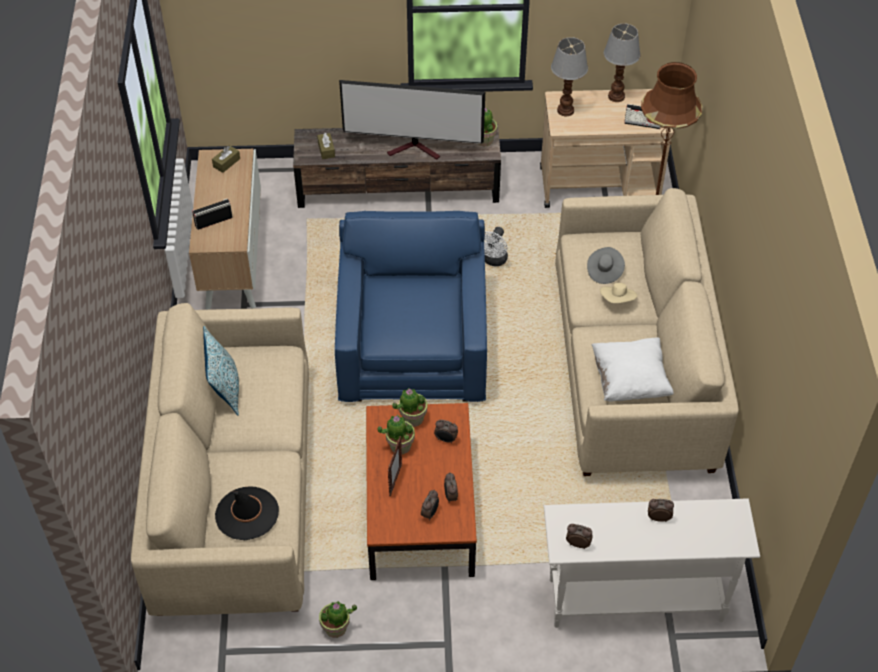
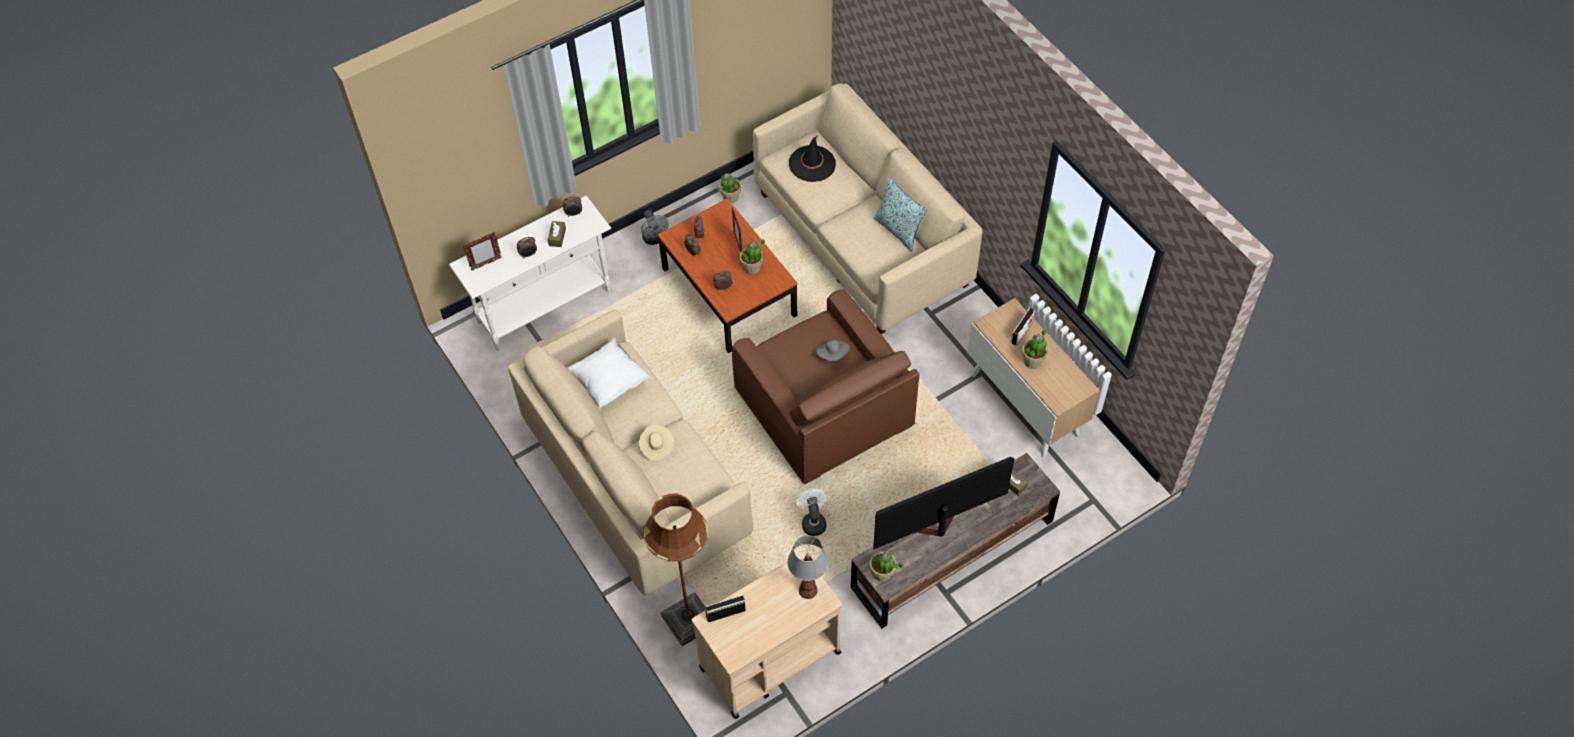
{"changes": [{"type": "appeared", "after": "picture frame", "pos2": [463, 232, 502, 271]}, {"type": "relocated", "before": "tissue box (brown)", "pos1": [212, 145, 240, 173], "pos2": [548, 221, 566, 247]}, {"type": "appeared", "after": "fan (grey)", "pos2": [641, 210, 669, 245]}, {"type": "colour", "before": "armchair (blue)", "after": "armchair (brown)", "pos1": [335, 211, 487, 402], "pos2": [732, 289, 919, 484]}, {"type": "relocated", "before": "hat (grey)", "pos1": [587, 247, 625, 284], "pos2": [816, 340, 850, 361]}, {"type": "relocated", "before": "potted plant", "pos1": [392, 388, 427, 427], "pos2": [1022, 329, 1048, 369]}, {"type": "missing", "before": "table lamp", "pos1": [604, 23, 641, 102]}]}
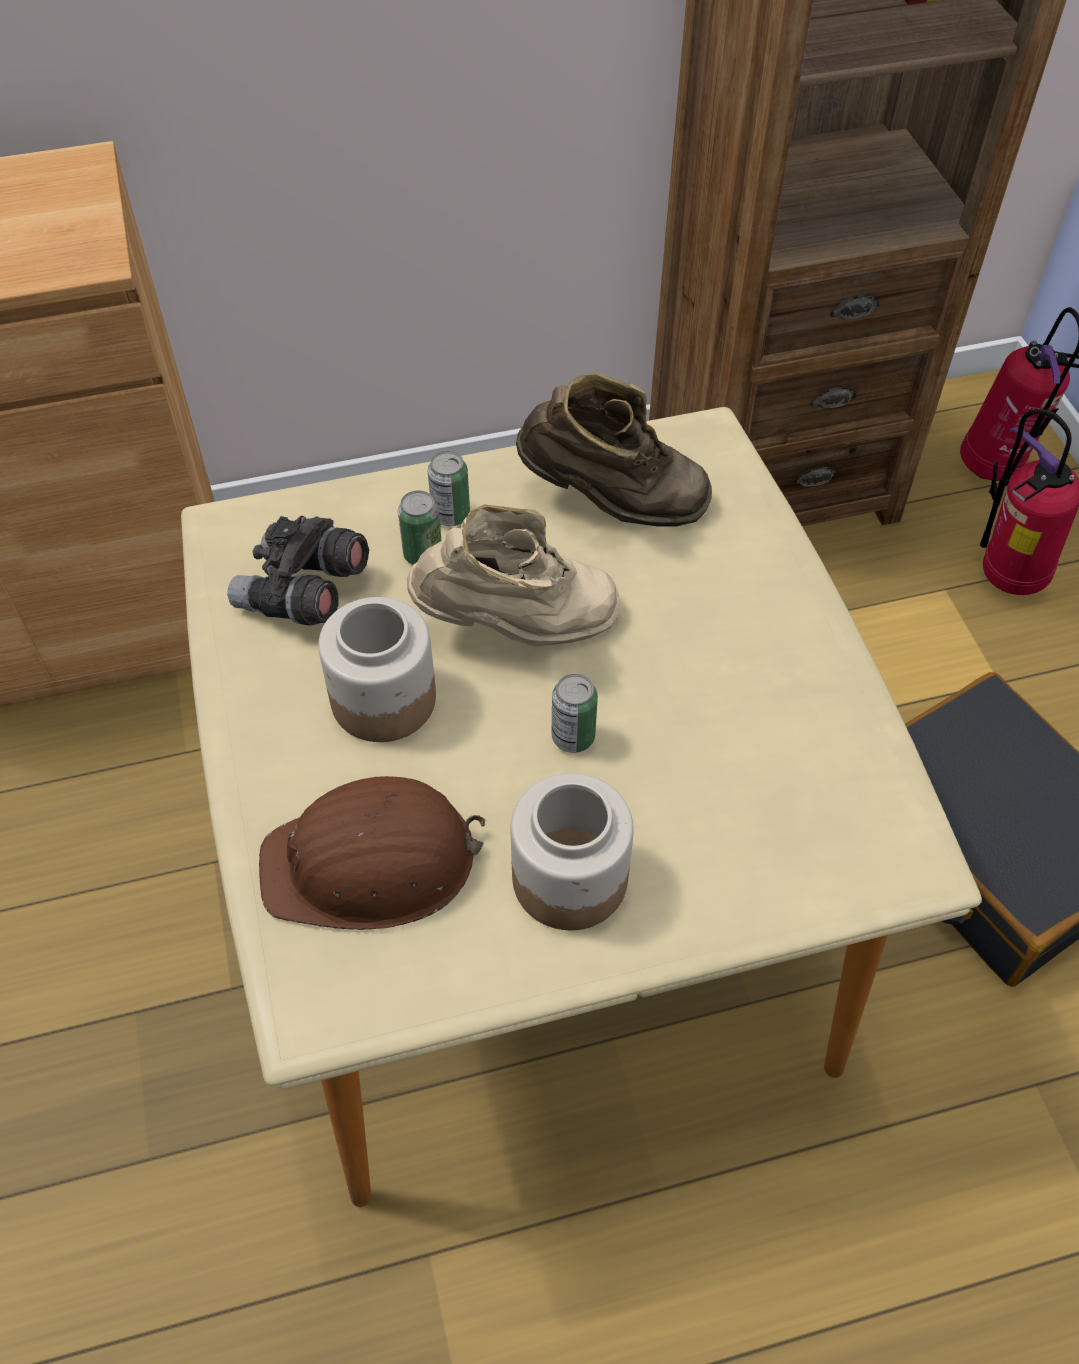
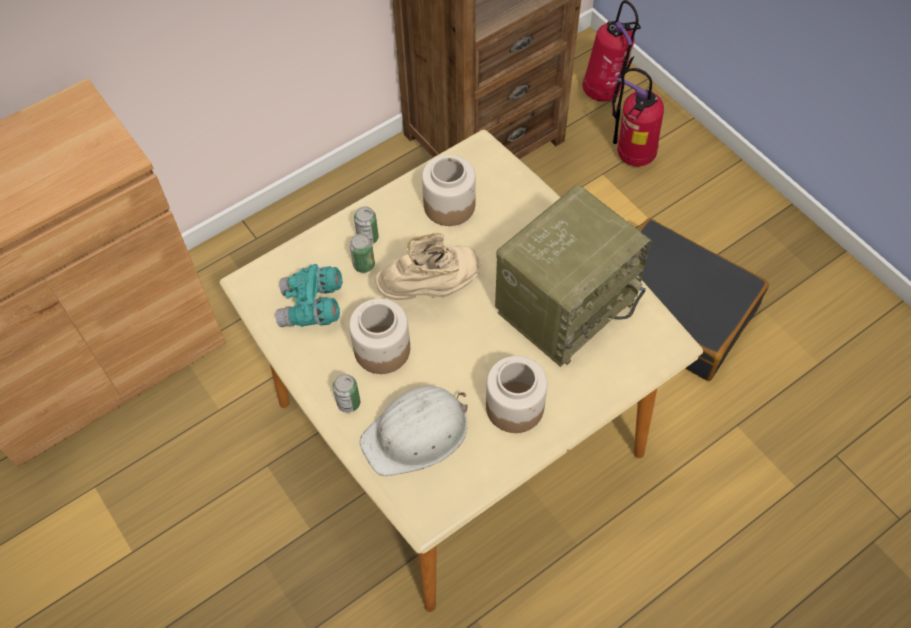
{"changes": [{"type": "colour", "before": "binoculars (grey)", "after": "binoculars (turquoise)", "pos1": [227, 516, 369, 626], "pos2": [276, 264, 343, 327]}, {"type": "relocated", "before": "can", "pos1": [552, 674, 598, 753], "pos2": [333, 374, 360, 413]}, {"type": "colour", "before": "hard hat (brown)", "after": "hard hat (white)", "pos1": [259, 776, 485, 930], "pos2": [360, 386, 468, 476]}, {"type": "exchanged", "before": "boot (brown)", "after": "jar", "pos1": [516, 372, 712, 527], "pos2": [422, 155, 476, 226]}, {"type": "appeared", "after": "radio", "pos2": [495, 185, 652, 367]}]}
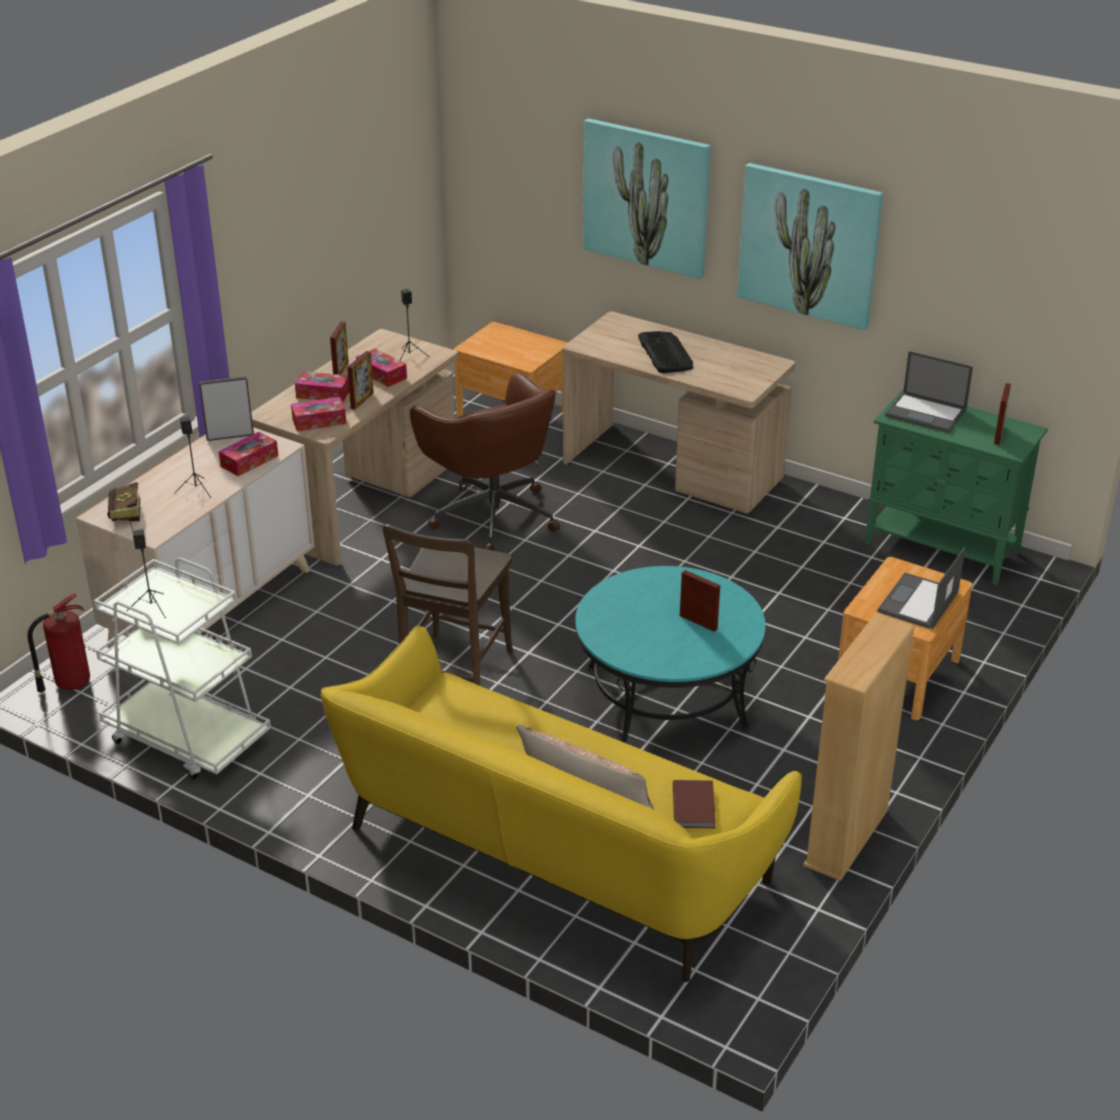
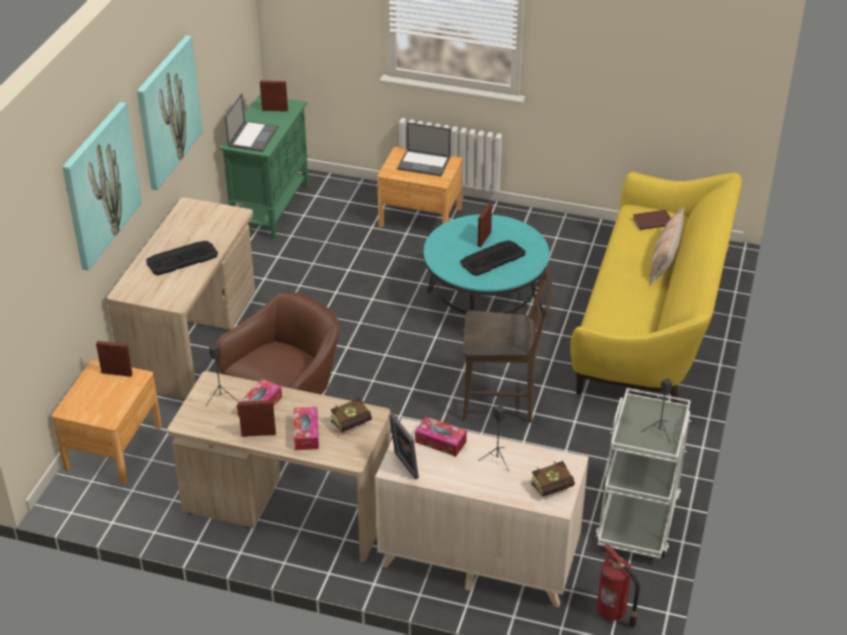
{"changes": [{"type": "relocated", "before": "picture frame", "pos1": [347, 351, 374, 410], "pos2": [96, 341, 133, 377]}, {"type": "exchanged", "before": "tissue box", "after": "book", "pos1": [291, 397, 346, 431], "pos2": [331, 397, 372, 432]}, {"type": "appeared", "after": "keyboard", "pos2": [460, 240, 526, 276]}, {"type": "missing", "before": "bookcase (beige)", "pos1": [803, 613, 915, 881]}]}
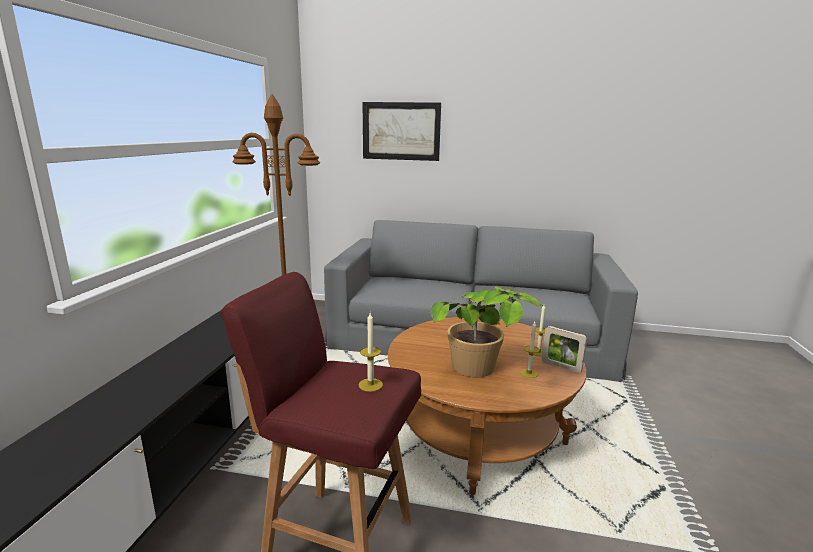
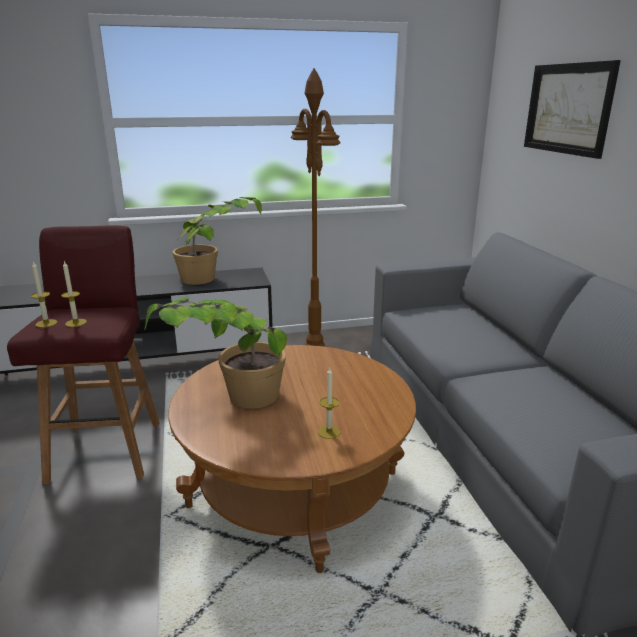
{"changes": [{"type": "relocated", "before": "candle", "pos1": [520, 322, 540, 378], "pos2": [31, 262, 57, 328]}, {"type": "appeared", "after": "potted plant", "pos2": [173, 197, 262, 285]}, {"type": "missing", "before": "picture frame", "pos1": [542, 326, 587, 373]}]}
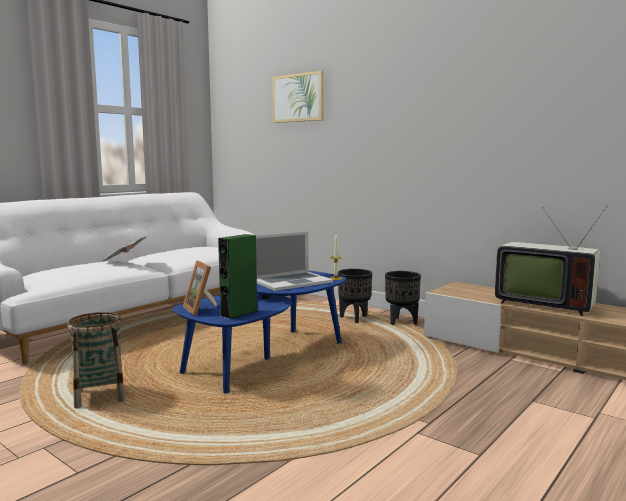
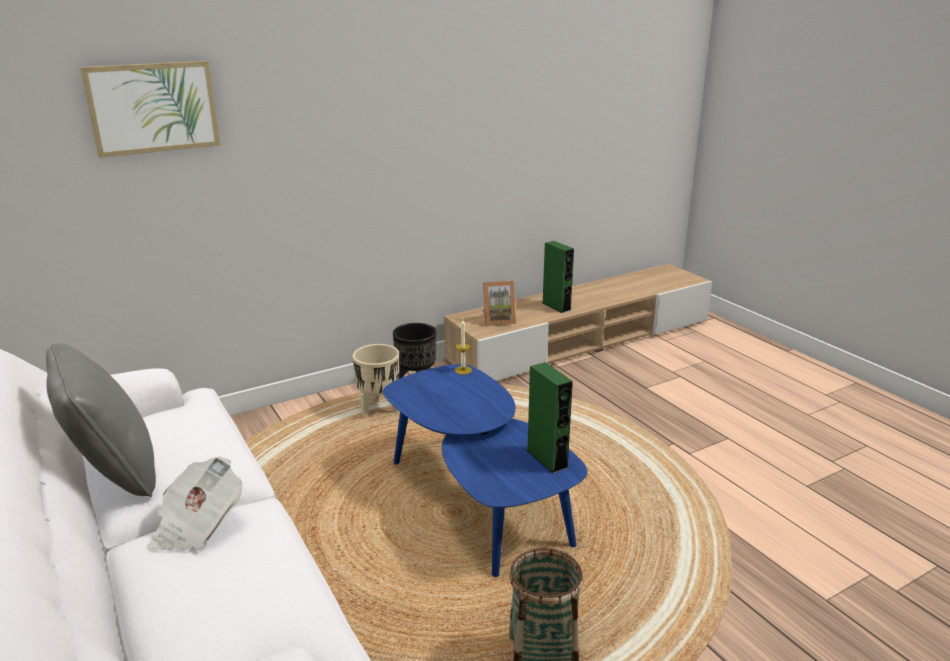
{"changes": [{"type": "appeared", "after": "pillow (grey)", "pos2": [46, 343, 156, 497]}, {"type": "colour", "before": "planter (black)", "after": "planter (beige)", "pos1": [338, 269, 372, 323], "pos2": [353, 344, 399, 418]}, {"type": "relocated", "before": "picture frame", "pos1": [183, 260, 217, 316], "pos2": [482, 281, 516, 326]}, {"type": "exchanged", "before": "television", "after": "speaker (green)", "pos1": [495, 206, 607, 316], "pos2": [543, 241, 574, 313]}, {"type": "missing", "before": "laptop", "pos1": [256, 232, 333, 291]}]}
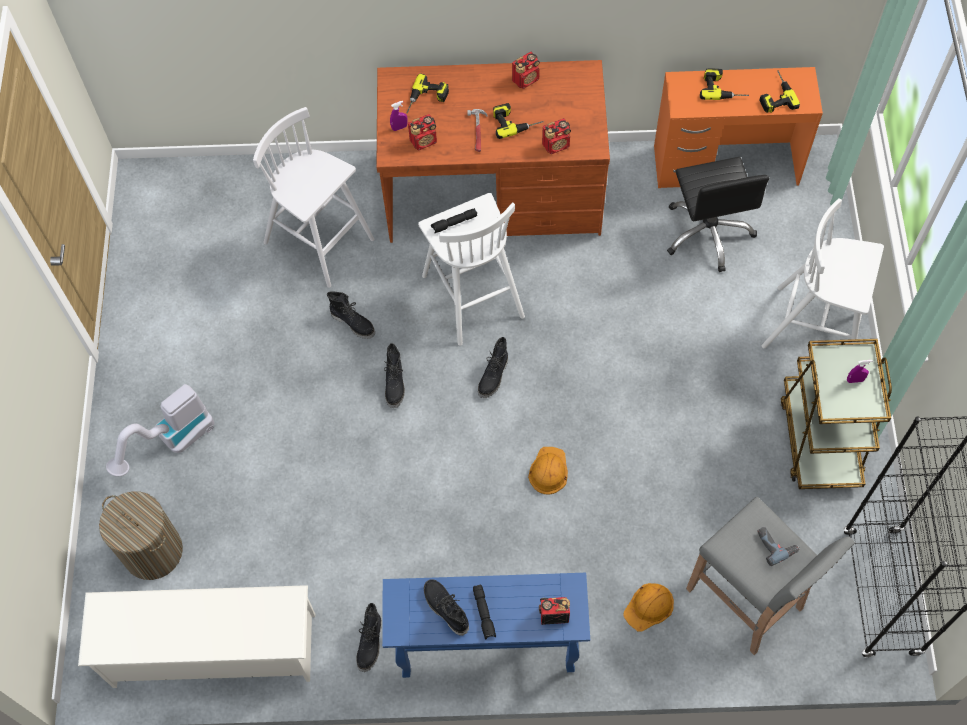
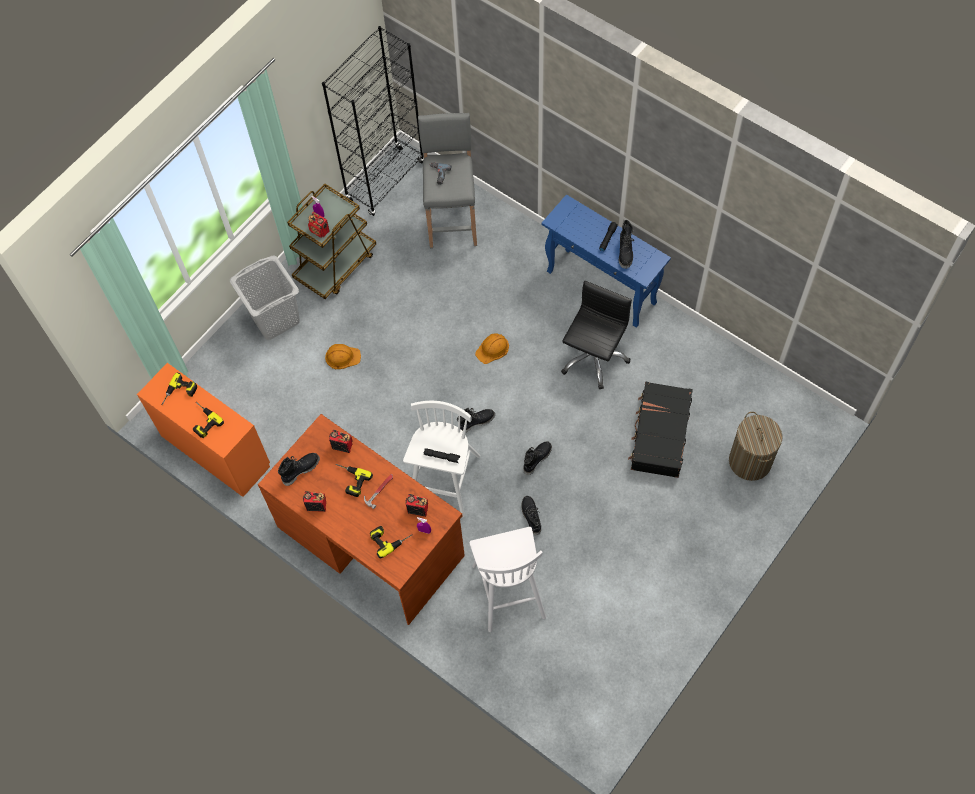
{"changes": [{"type": "exchanged", "before": "stool (white)", "after": "laundry basket (grey)", "pos1": [762, 198, 884, 348], "pos2": [230, 256, 300, 340]}, {"type": "relocated", "before": "boot (black)", "pos1": [356, 603, 382, 672], "pos2": [278, 453, 320, 486]}, {"type": "relocated", "before": "radio", "pos1": [539, 597, 570, 625], "pos2": [308, 212, 330, 238]}, {"type": "relocated", "before": "hard hat (orange)", "pos1": [623, 583, 674, 632], "pos2": [325, 344, 361, 369]}, {"type": "relocated", "before": "office chair (black)", "pos1": [667, 157, 770, 272], "pos2": [561, 281, 632, 389]}, {"type": "appeared", "after": "suitcase (black)", "pos2": [628, 382, 693, 478]}, {"type": "missing", "before": "shoe rack (white)", "pos1": [78, 585, 315, 688]}, {"type": "missing", "before": "vacuum cleaner", "pos1": [106, 384, 214, 476]}]}
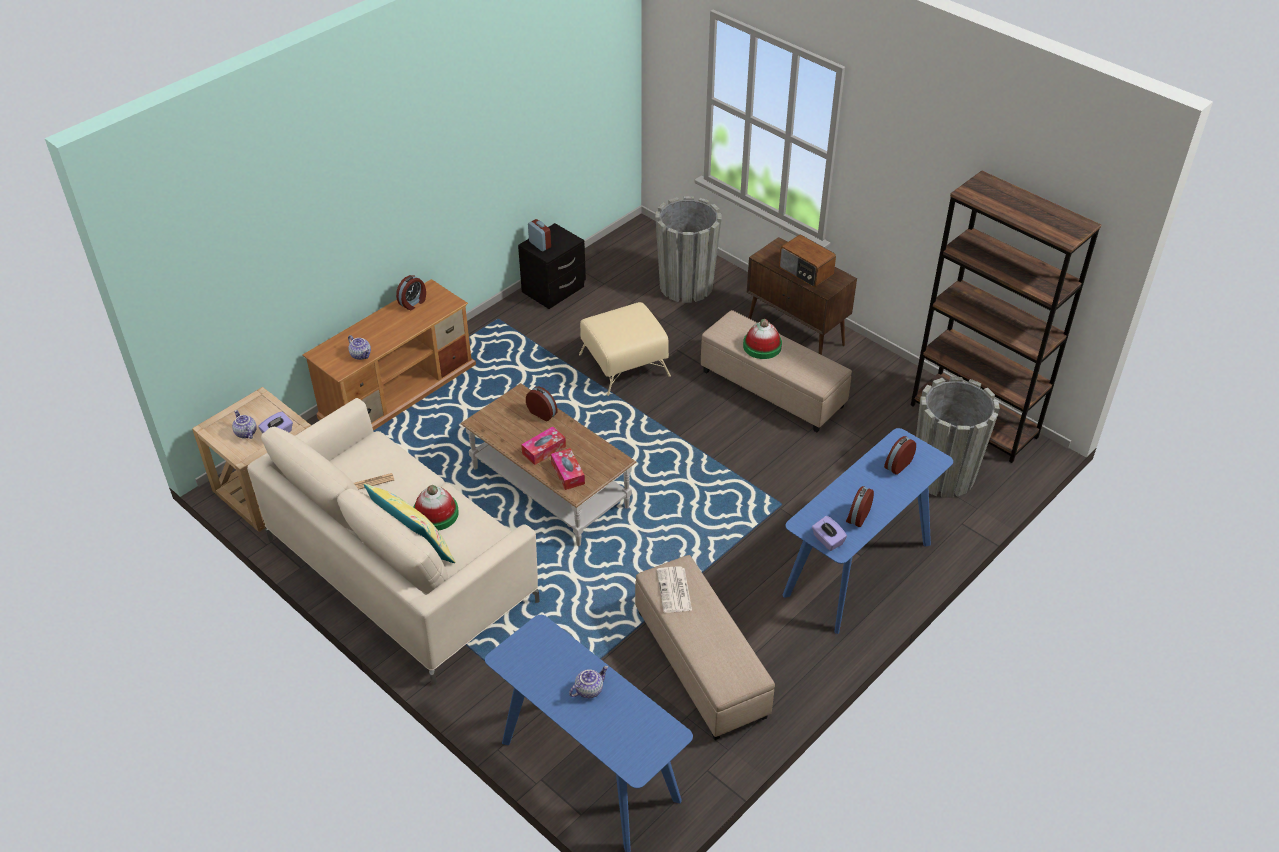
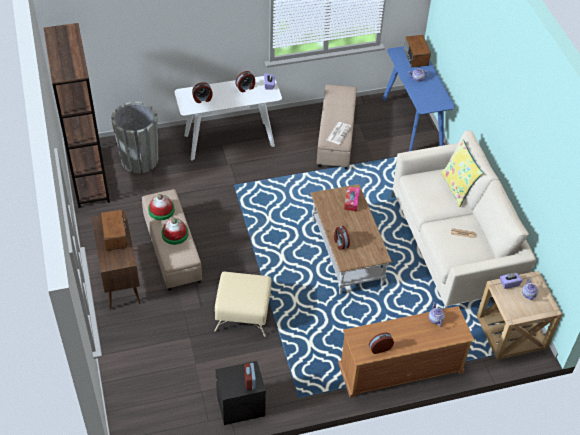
{"changes": [{"type": "relocated", "before": "hat", "pos1": [414, 485, 459, 531], "pos2": [148, 194, 175, 220]}, {"type": "colour", "before": "console table (blue)", "after": "console table (white)", "pos1": [783, 428, 953, 634], "pos2": [175, 76, 282, 161]}, {"type": "appeared", "after": "radio", "pos2": [404, 35, 431, 67]}, {"type": "missing", "before": "tissue box", "pos1": [521, 426, 566, 465]}, {"type": "missing", "before": "planter (grey)", "pos1": [655, 196, 722, 303]}]}
